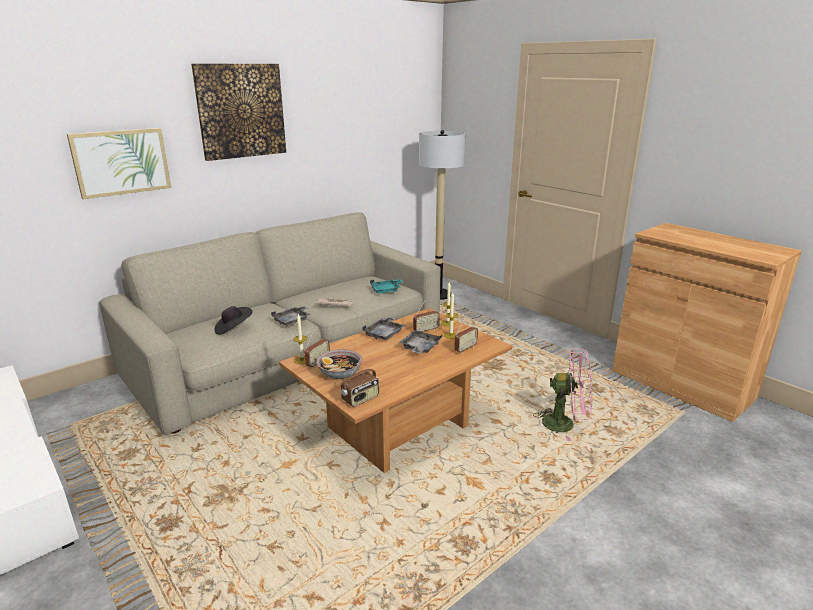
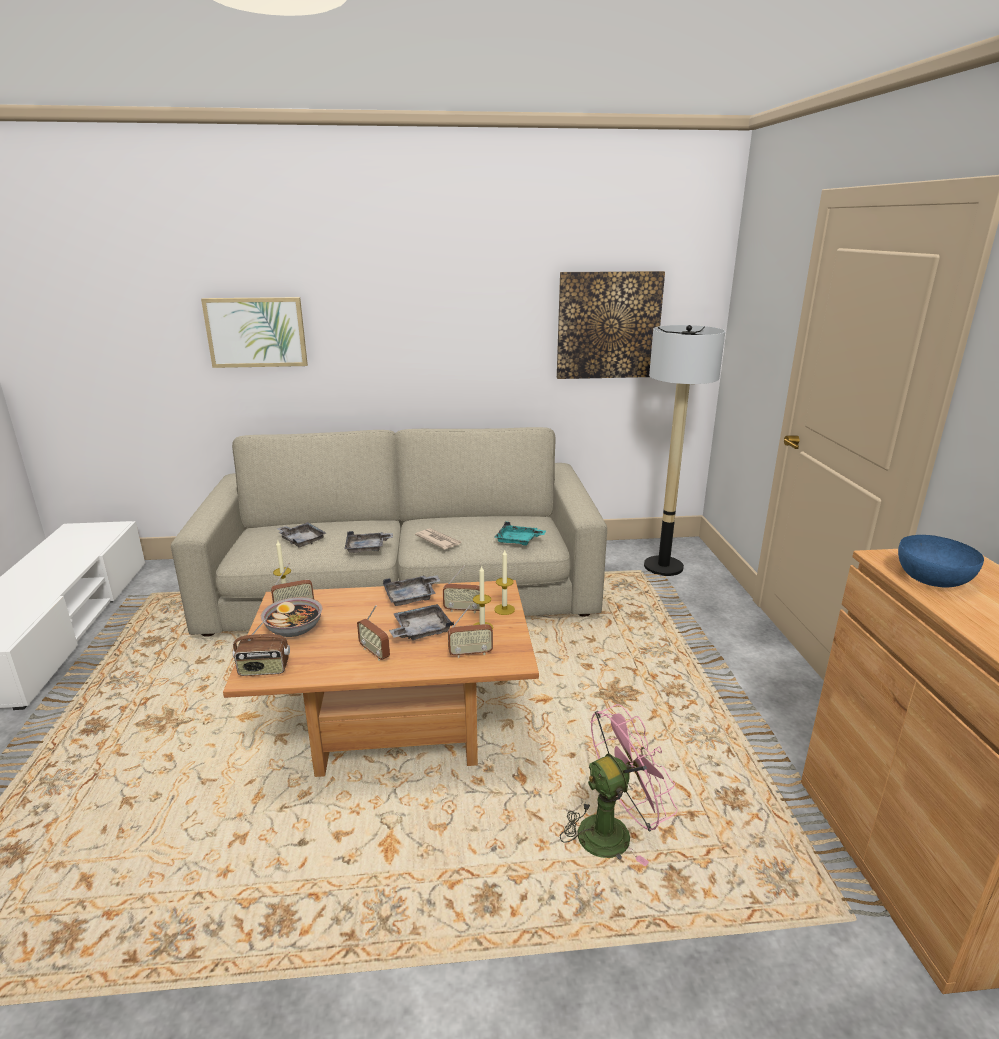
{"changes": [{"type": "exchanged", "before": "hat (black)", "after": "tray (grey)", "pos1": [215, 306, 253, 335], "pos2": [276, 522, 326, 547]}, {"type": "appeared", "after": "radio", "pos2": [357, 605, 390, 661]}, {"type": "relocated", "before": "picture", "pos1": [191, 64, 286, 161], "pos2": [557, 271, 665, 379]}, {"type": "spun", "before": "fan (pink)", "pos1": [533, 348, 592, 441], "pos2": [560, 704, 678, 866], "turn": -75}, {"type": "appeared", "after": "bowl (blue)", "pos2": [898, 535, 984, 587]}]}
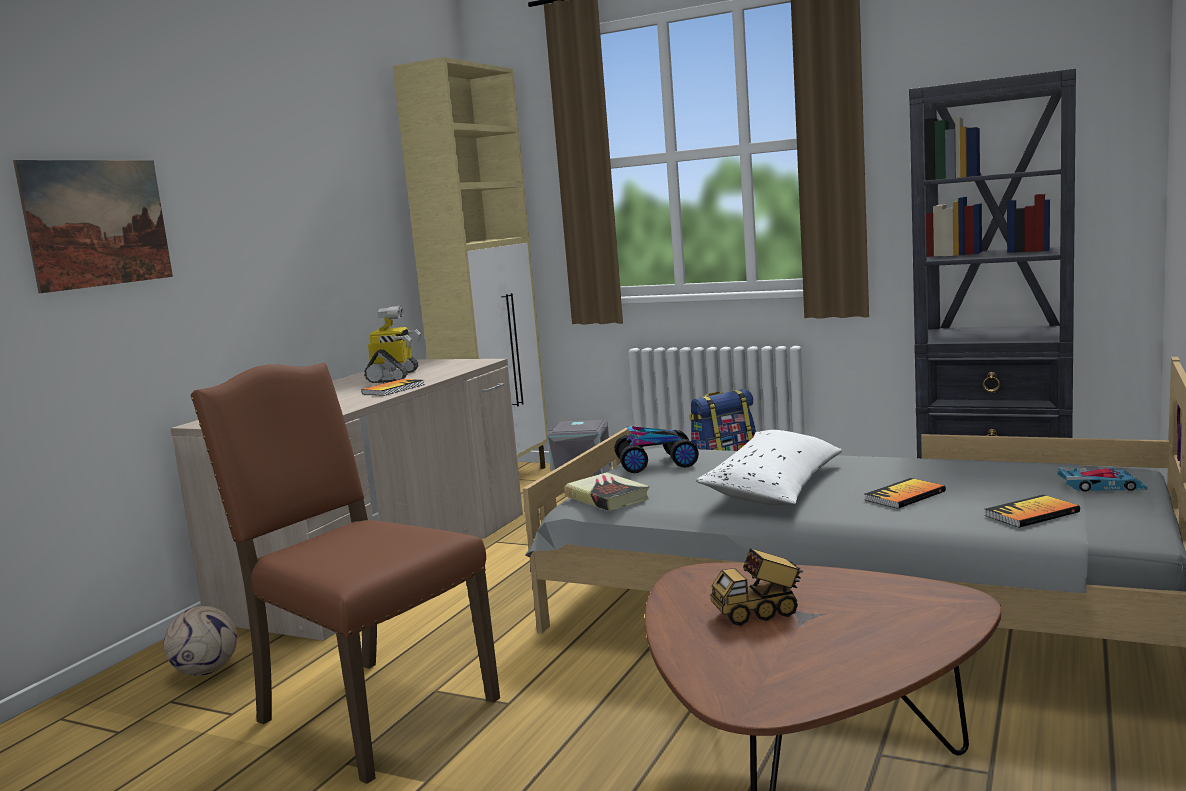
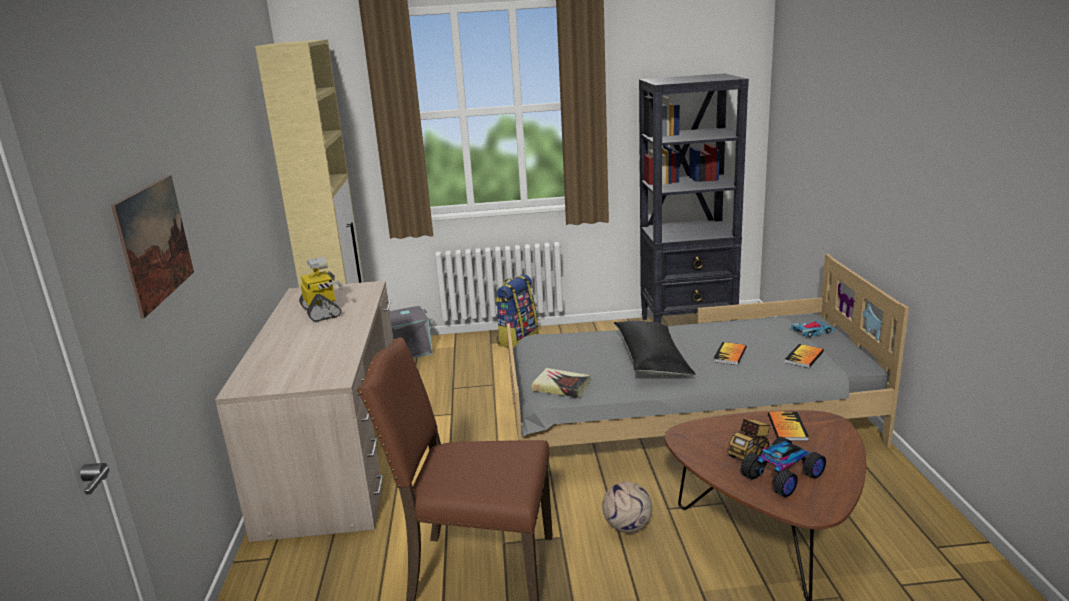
{"changes": [{"type": "relocated", "before": "football", "pos1": [164, 606, 237, 676], "pos2": [602, 482, 652, 533]}, {"type": "colour", "before": "pillow (white)", "after": "pillow (black)", "pos1": [696, 430, 842, 506], "pos2": [614, 321, 696, 377]}, {"type": "relocated", "before": "toy car", "pos1": [614, 426, 699, 473], "pos2": [741, 437, 826, 497]}, {"type": "relocated", "before": "book", "pos1": [361, 379, 425, 396], "pos2": [768, 412, 809, 441]}]}
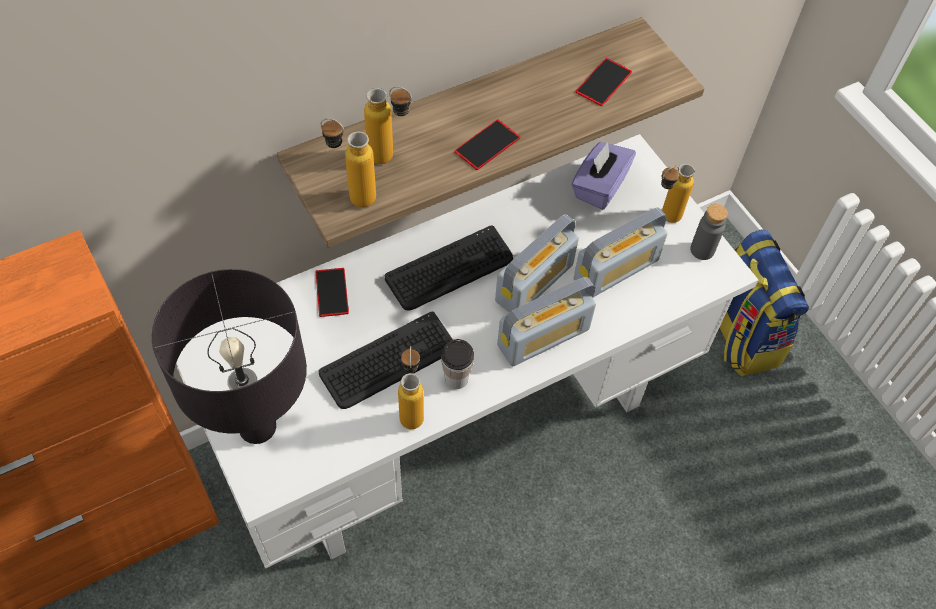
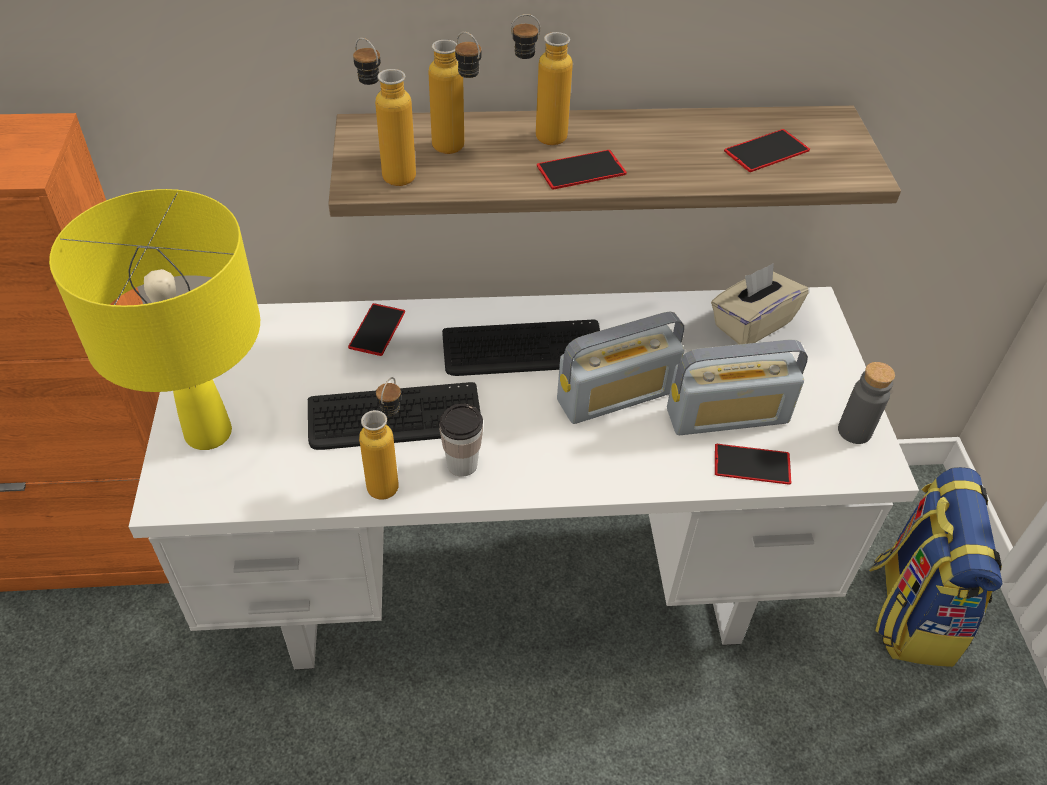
{"changes": [{"type": "colour", "before": "table lamp (black)", "after": "table lamp (yellow)", "pos1": [152, 269, 307, 444], "pos2": [49, 189, 260, 450]}, {"type": "relocated", "before": "bottle", "pos1": [661, 164, 695, 223], "pos2": [511, 14, 573, 145]}, {"type": "colour", "before": "tissue box (purple)", "after": "tissue box (beige)", "pos1": [571, 142, 636, 210], "pos2": [711, 263, 809, 344]}, {"type": "appeared", "after": "phone", "pos2": [715, 444, 791, 485]}, {"type": "missing", "before": "radio", "pos1": [497, 277, 596, 366]}]}
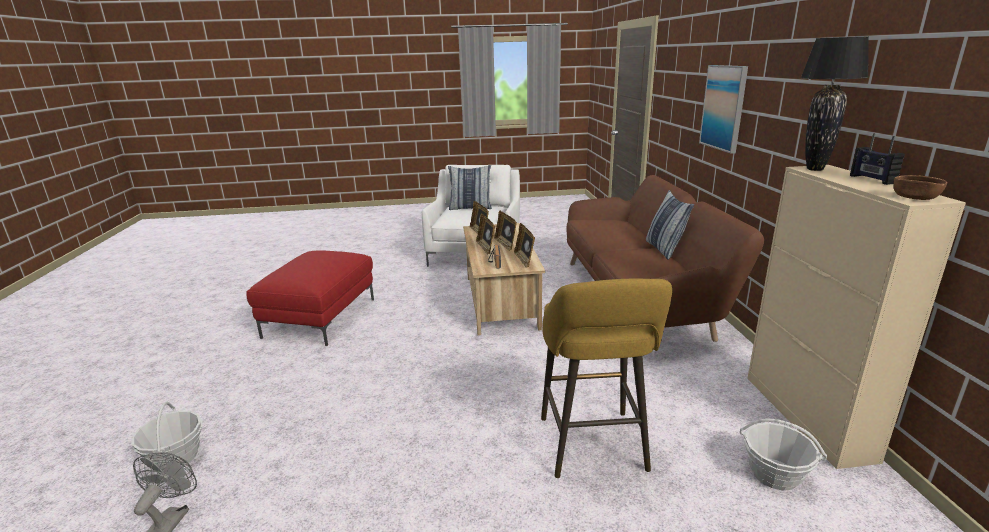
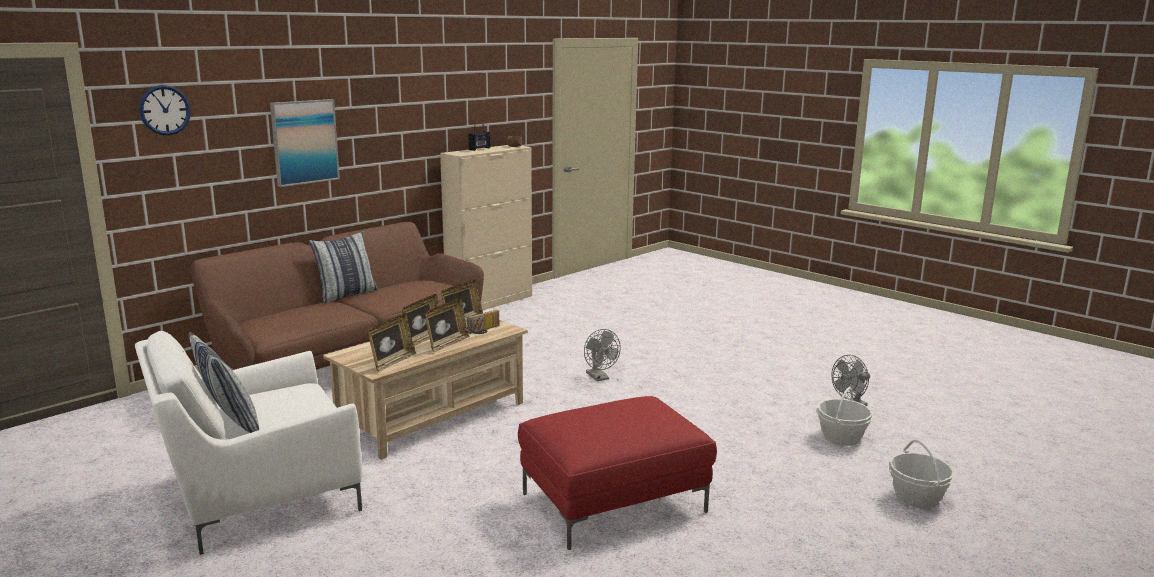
{"changes": [{"type": "appeared", "after": "wall clock", "pos2": [139, 85, 191, 136]}, {"type": "appeared", "after": "fan (grey)", "pos2": [584, 329, 621, 381]}, {"type": "relocated", "before": "basket", "pos1": [740, 419, 827, 491], "pos2": [888, 439, 954, 509]}, {"type": "missing", "before": "stool (yellow)", "pos1": [541, 279, 672, 478]}, {"type": "missing", "before": "table lamp (black)", "pos1": [801, 37, 869, 171]}]}
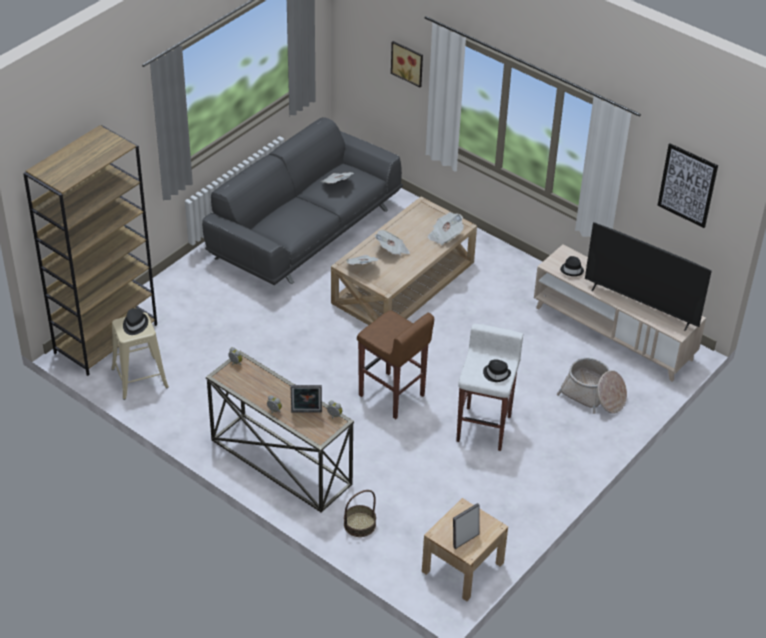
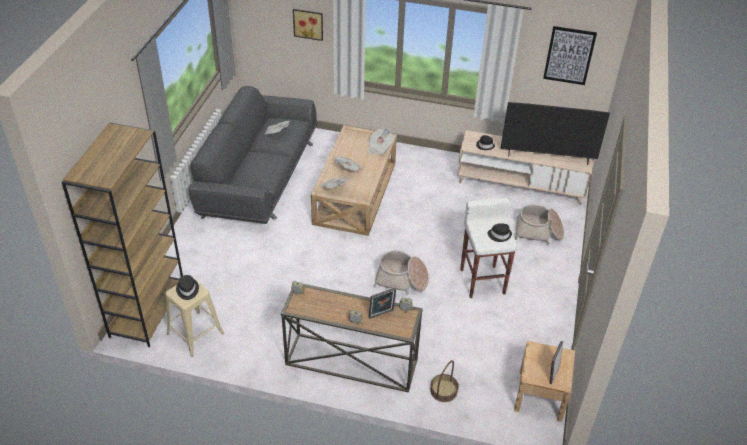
{"changes": [{"type": "exchanged", "before": "stool (brown)", "after": "basket", "pos1": [357, 310, 434, 419], "pos2": [373, 251, 429, 295]}]}
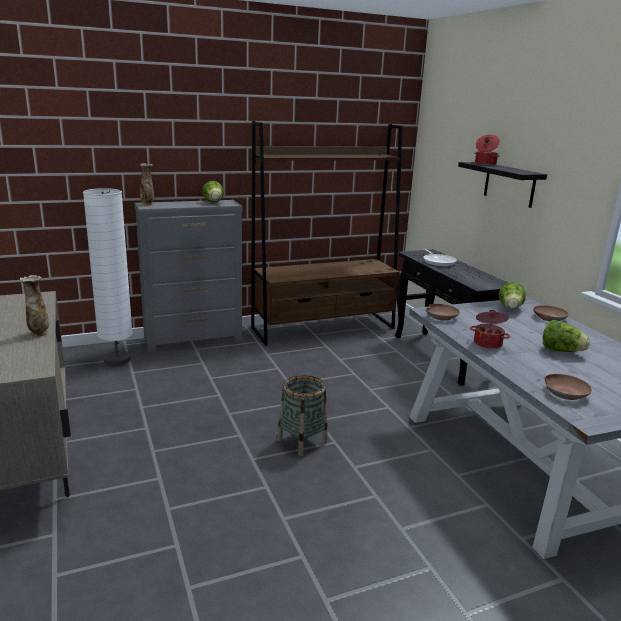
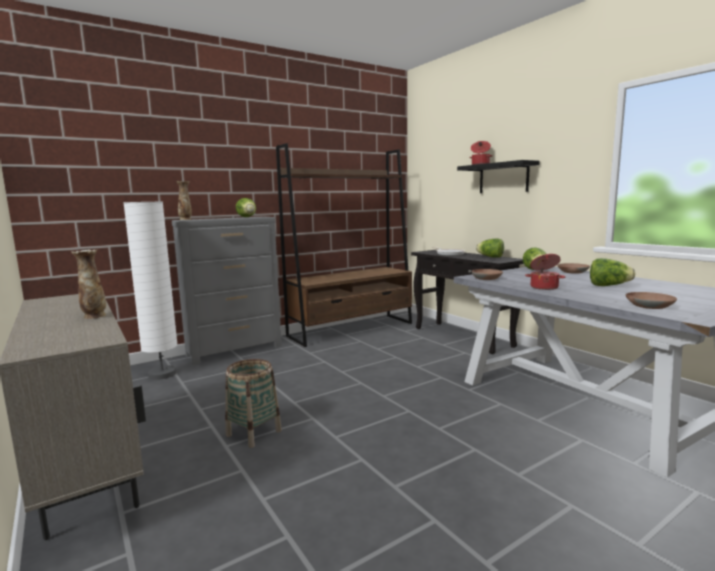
{"changes": [{"type": "relocated", "before": "basket", "pos1": [277, 375, 327, 456], "pos2": [225, 359, 282, 448]}, {"type": "appeared", "after": "lettuce", "pos2": [476, 239, 504, 258]}]}
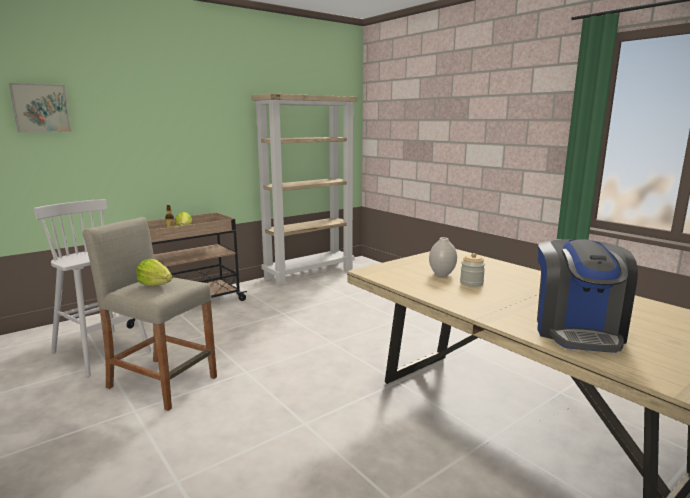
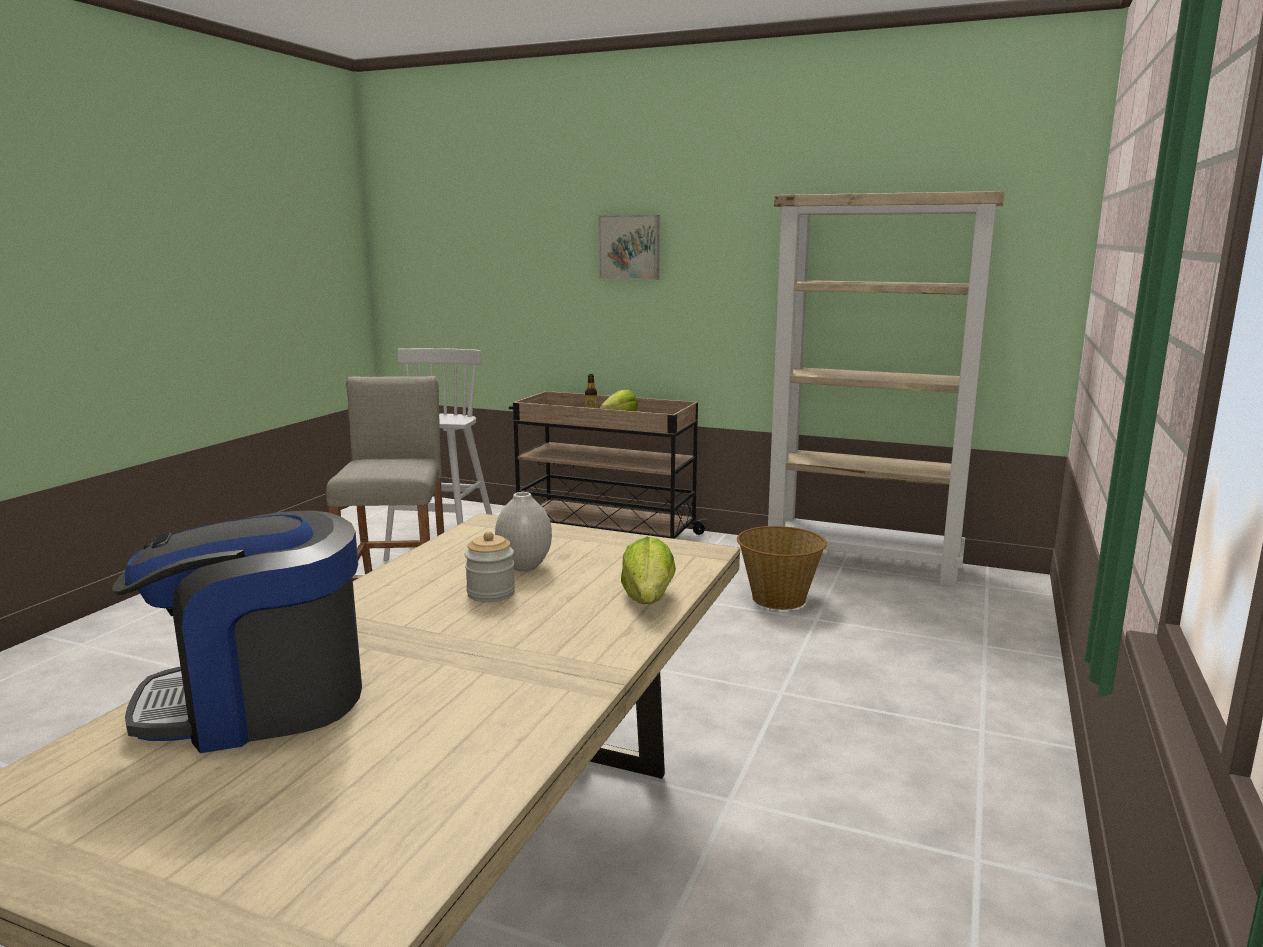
{"changes": [{"type": "relocated", "before": "picture", "pos1": [9, 83, 71, 133], "pos2": [598, 215, 660, 280]}, {"type": "relocated", "before": "lettuce", "pos1": [136, 259, 172, 286], "pos2": [621, 537, 676, 604]}, {"type": "appeared", "after": "basket", "pos2": [737, 526, 827, 610]}]}
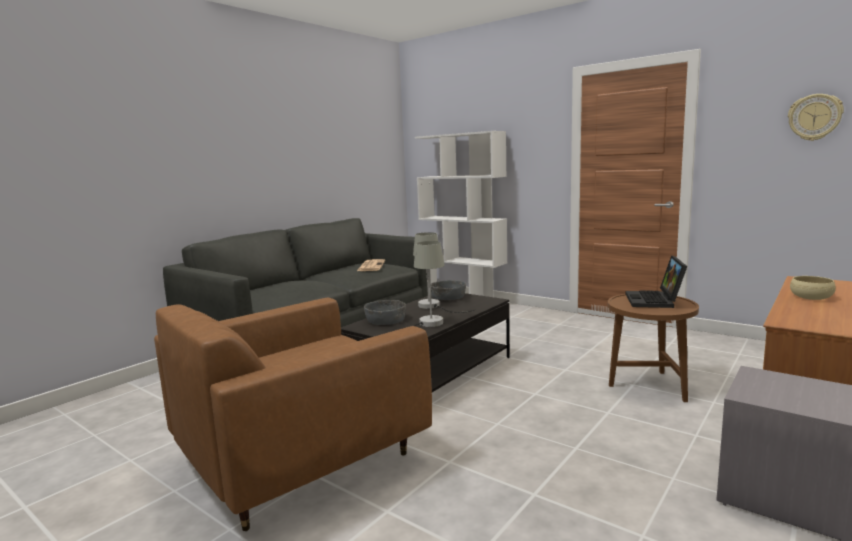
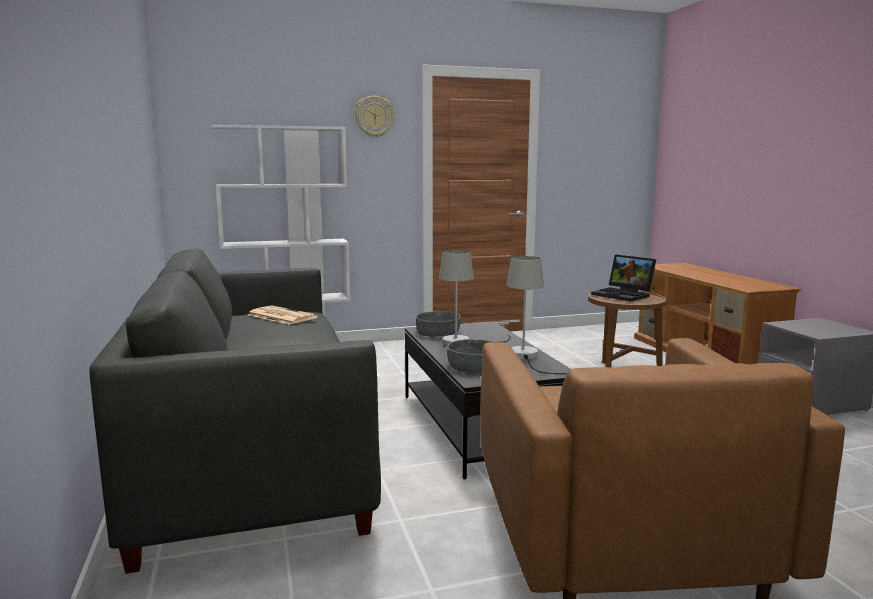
{"changes": [{"type": "relocated", "before": "wall clock", "pos1": [788, 94, 844, 141], "pos2": [355, 96, 394, 137]}, {"type": "missing", "before": "bowl (beige)", "pos1": [790, 276, 836, 300]}]}
